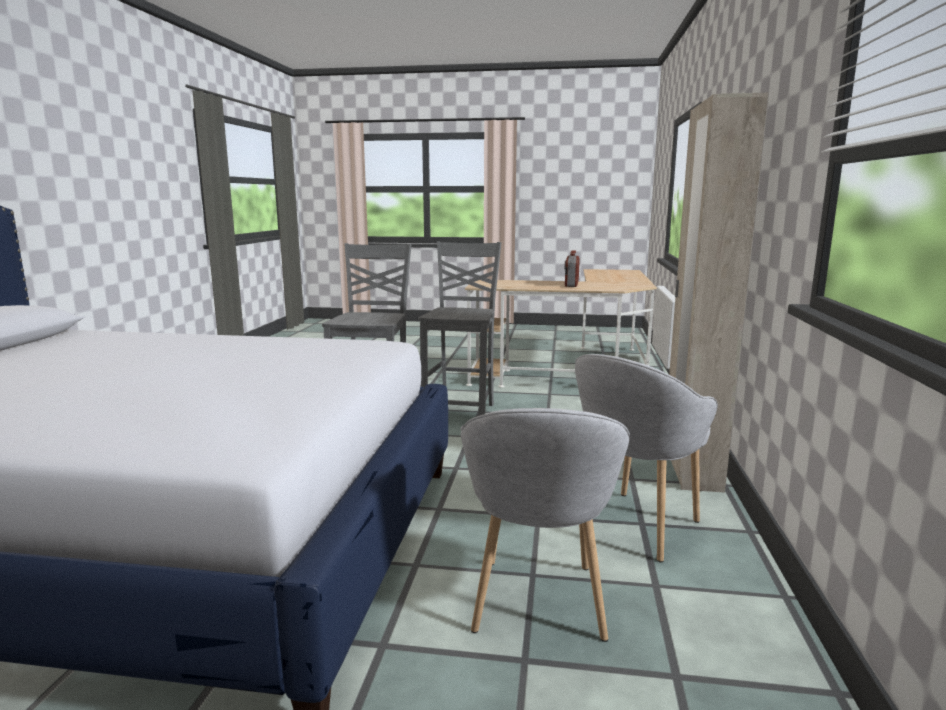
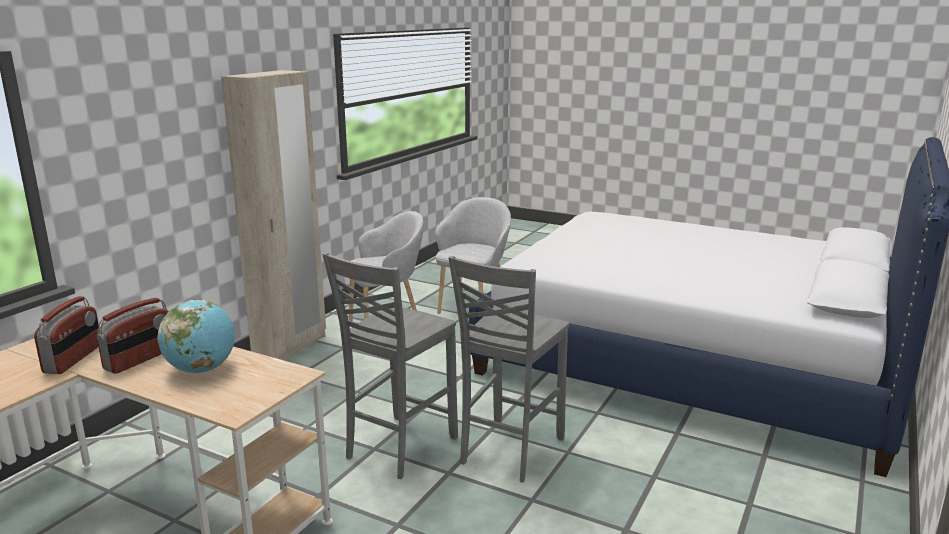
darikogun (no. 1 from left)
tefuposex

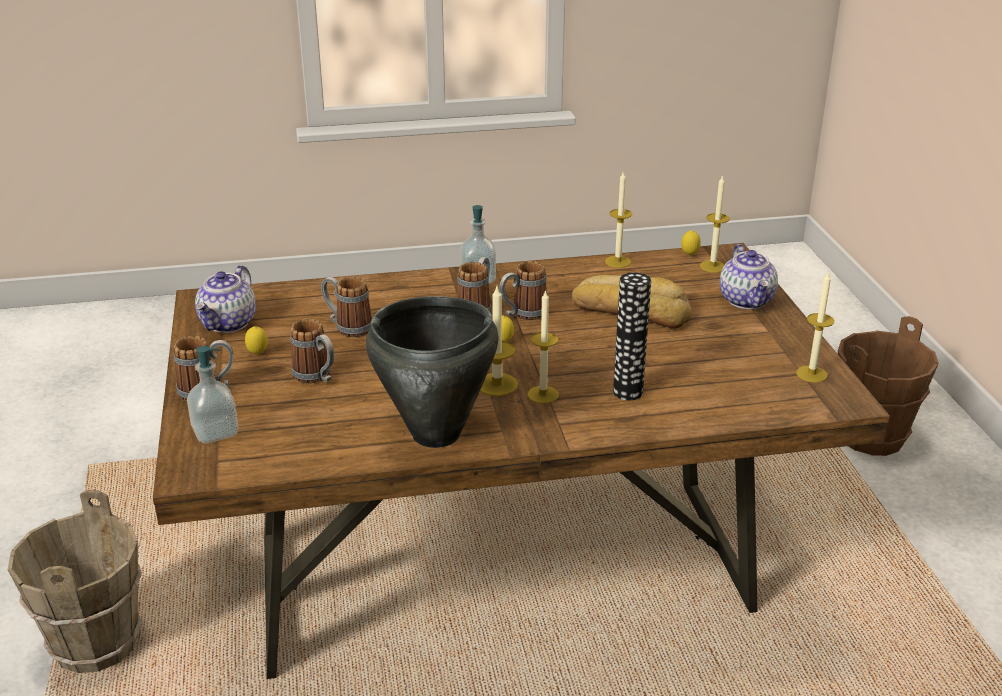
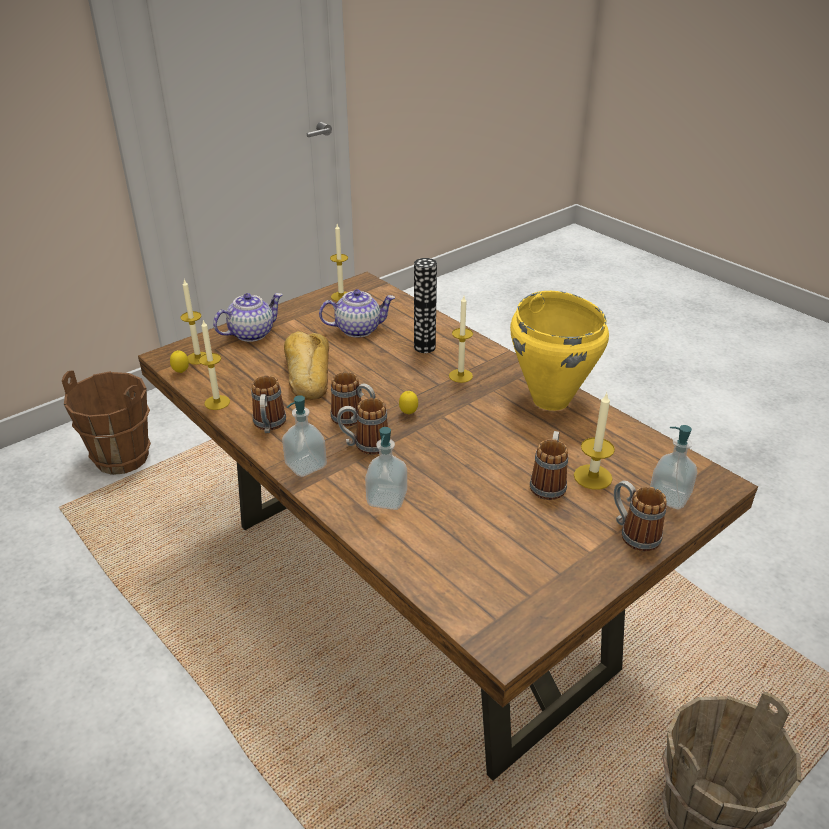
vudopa (no. 2 from left)
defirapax (no. 1 from left)
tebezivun (no. 5 from left)
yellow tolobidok
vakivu (no. 1 from left in the first image)
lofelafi (no. 2 from left)

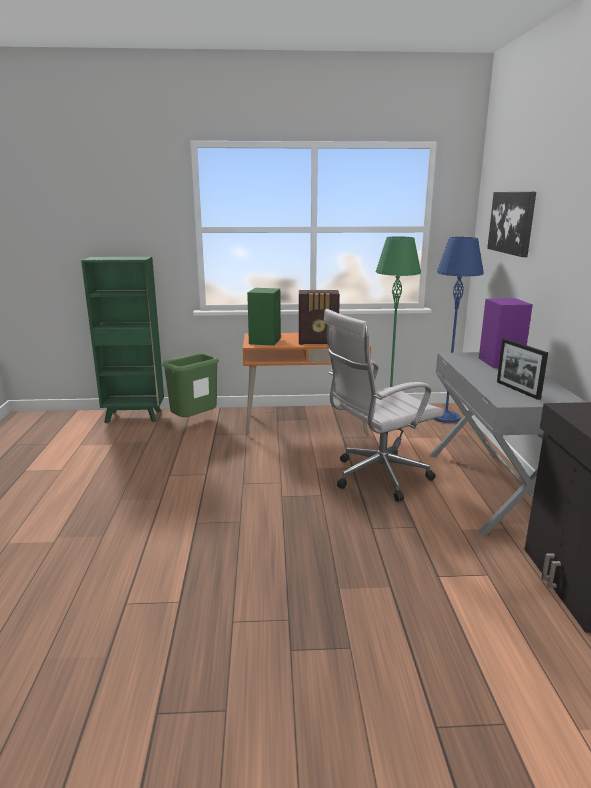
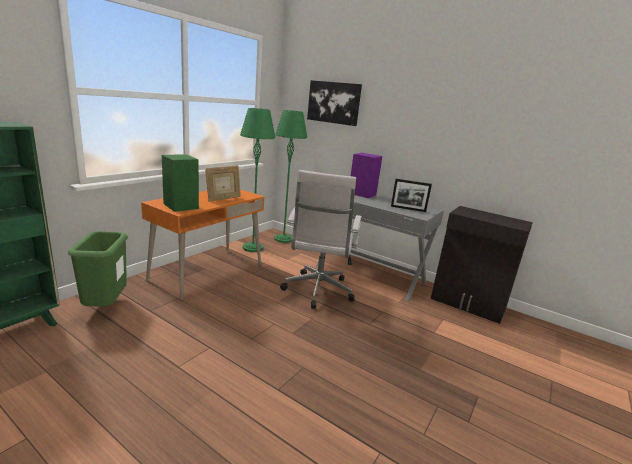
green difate (no. 2 from left)
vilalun (no. 1 from left)

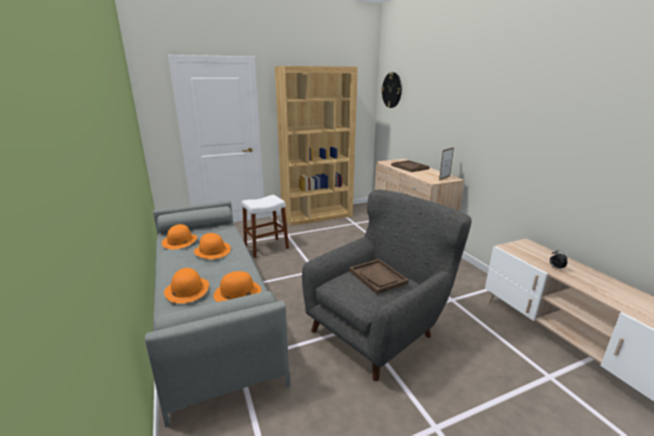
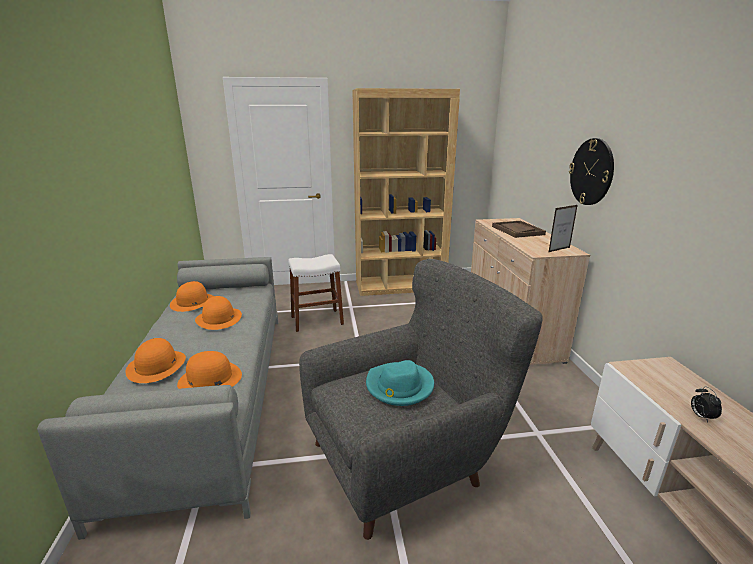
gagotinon
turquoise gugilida

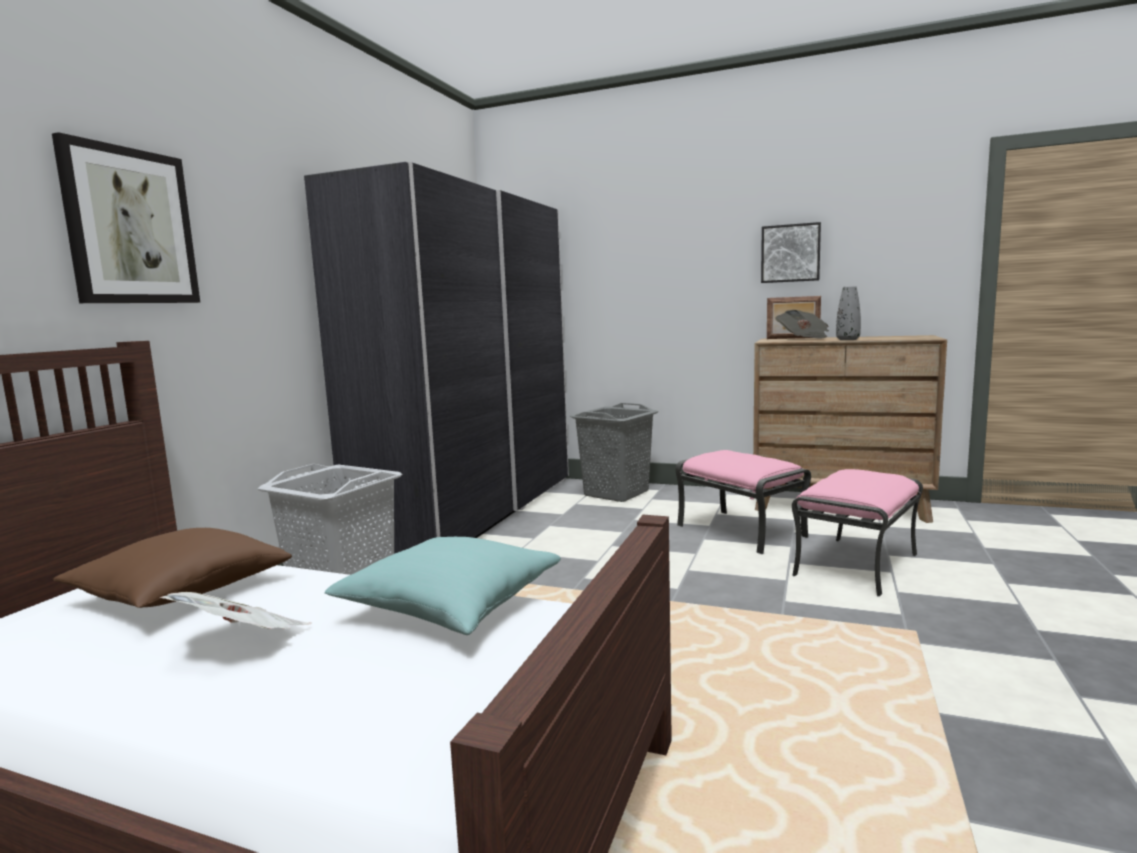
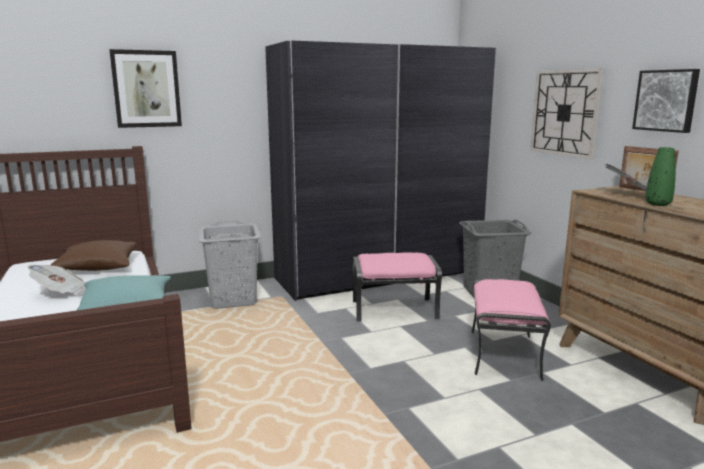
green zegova
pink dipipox (no. 1 from left)
gagotinon

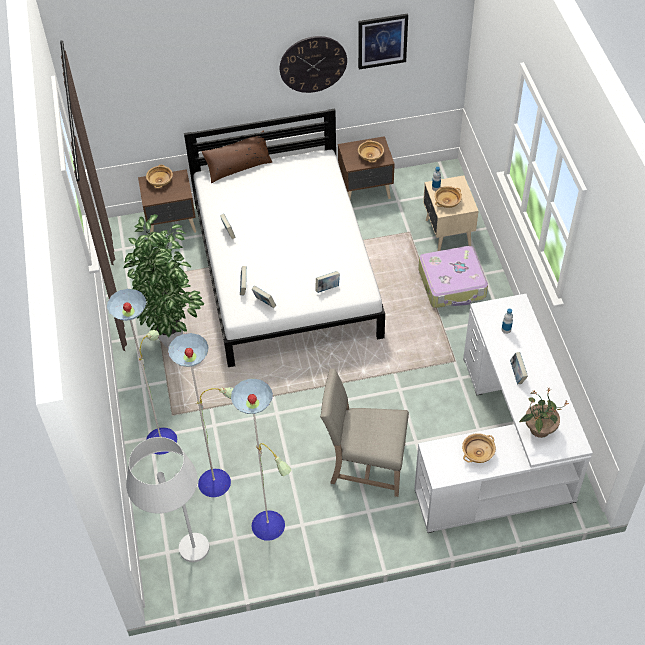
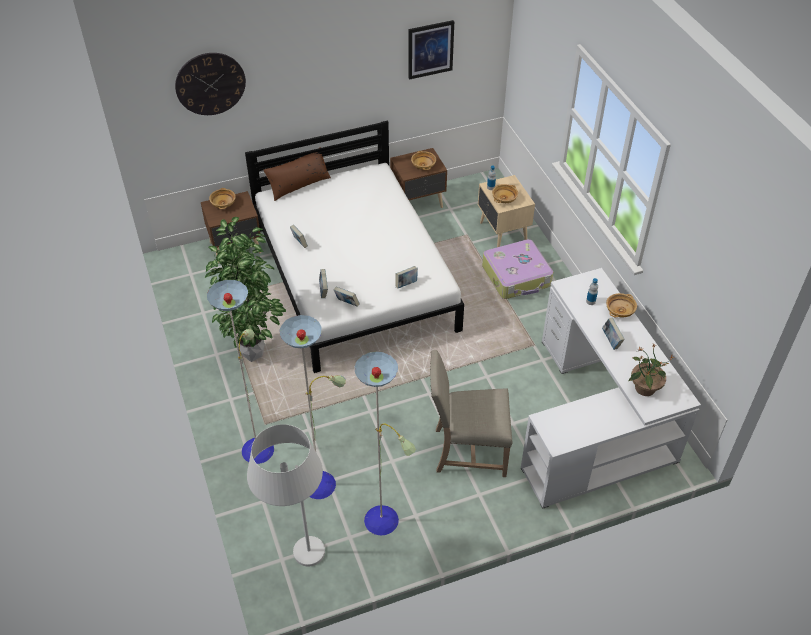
gagotinon
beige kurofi (no. 4 from left)

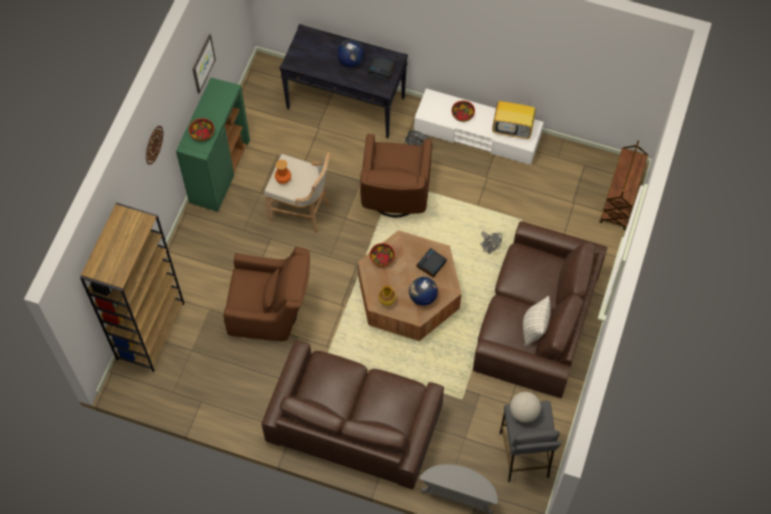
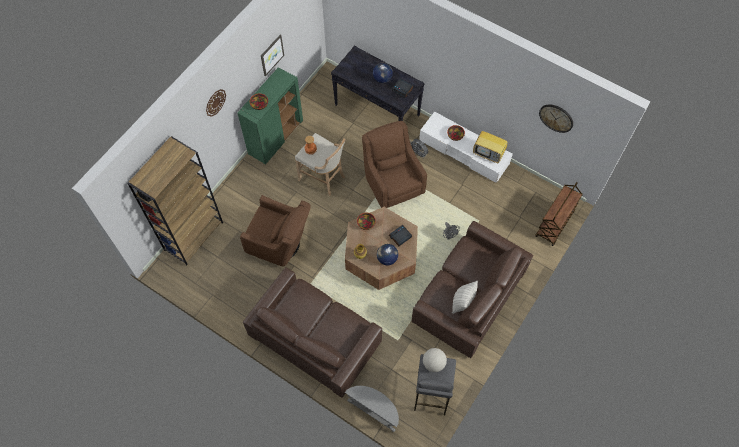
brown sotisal (no. 2 from left)
gagotinon (no. 2 from left)

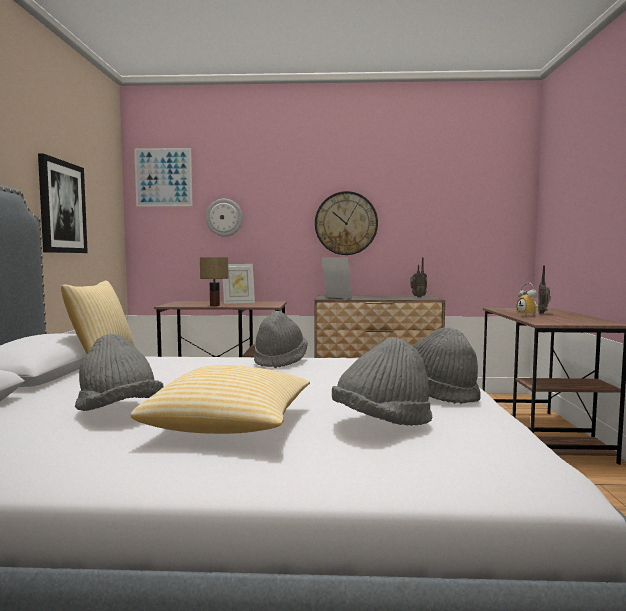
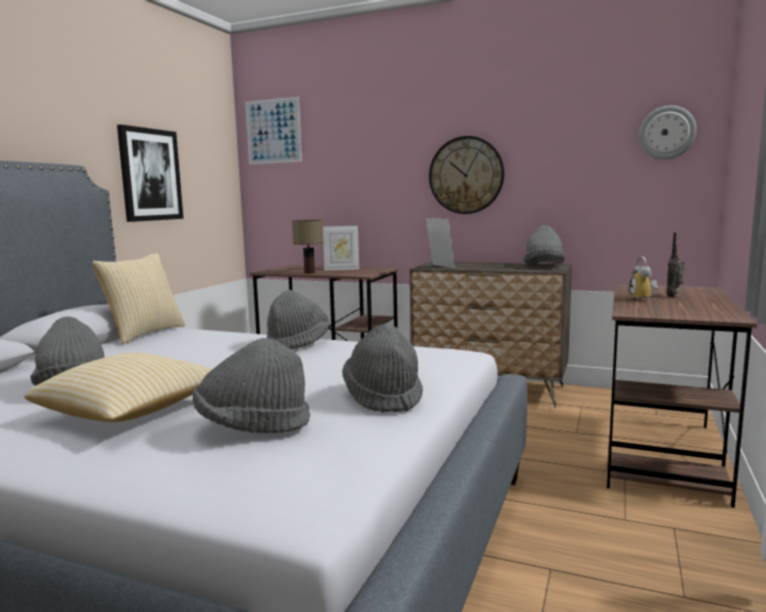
gagotinon (no. 2 from left)
grey gugilida (no. 5 from left)

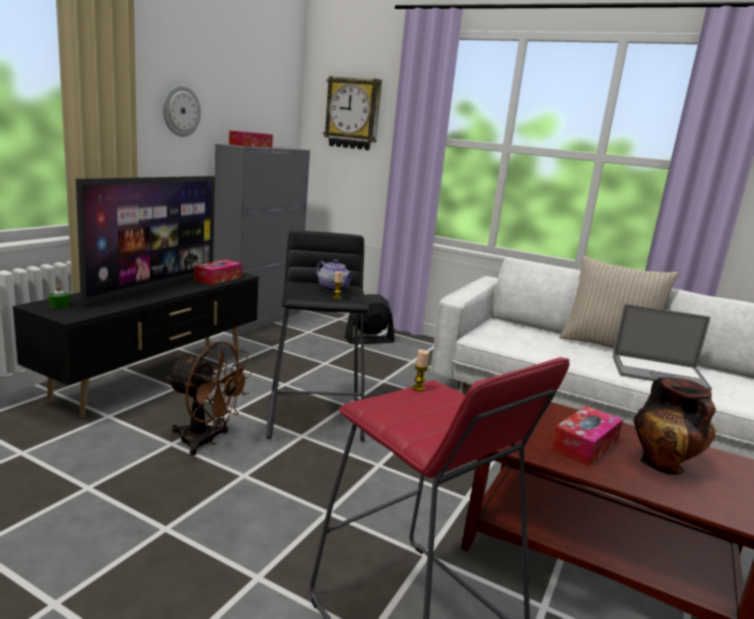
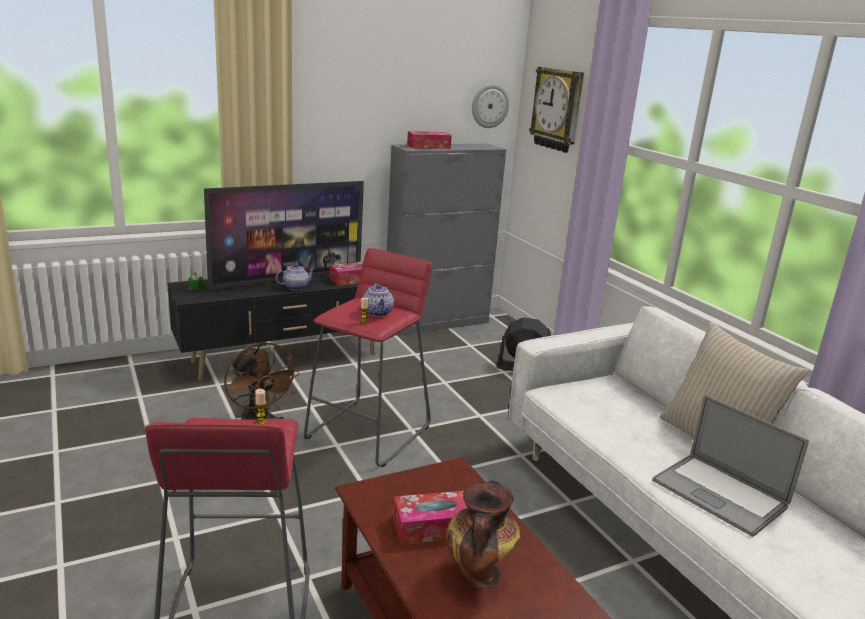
gagotinon (no. 1 from left)
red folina (no. 2 from left)
vudopa (no. 1 from left)

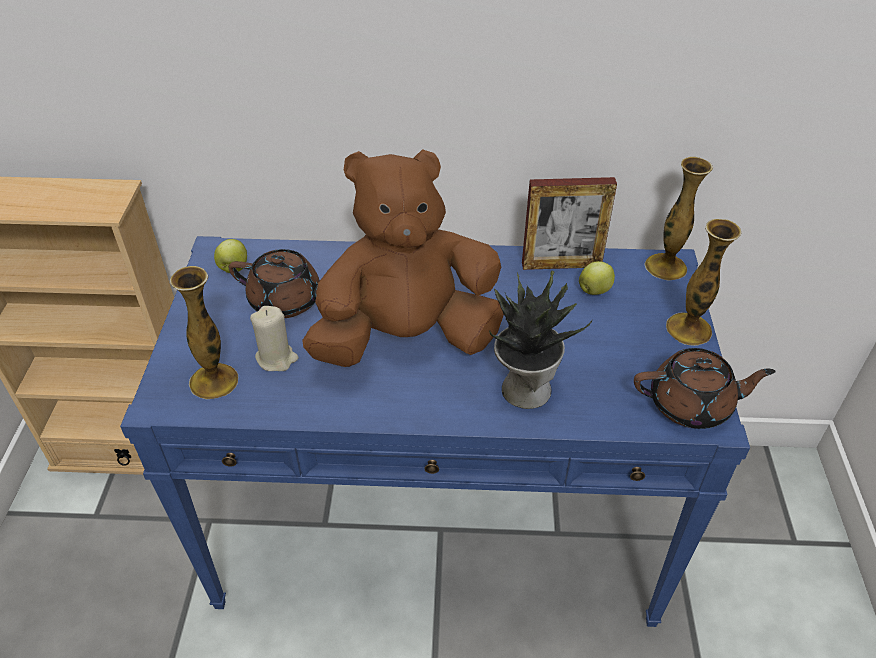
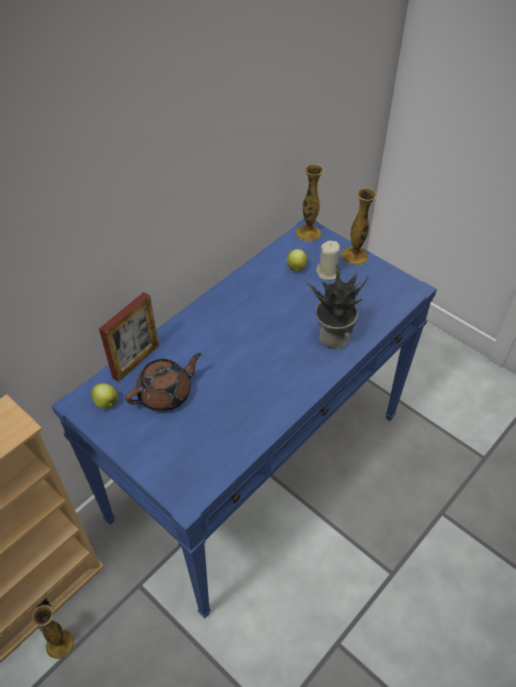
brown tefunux
vilalun
zegova (no. 1 from left)
beige tebezivun
brown vudopa (no. 2 from left in the first image)

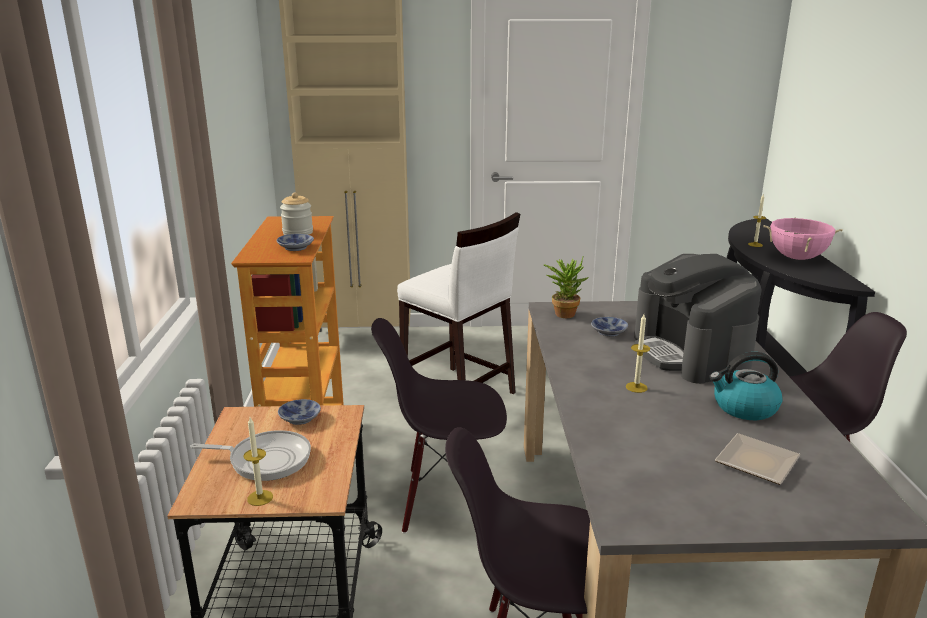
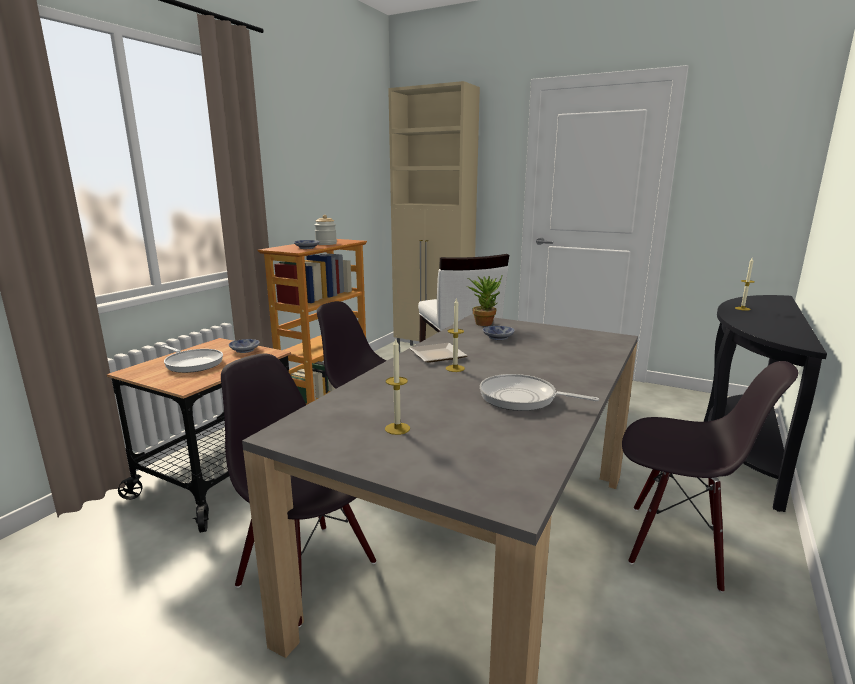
pink tolobidok
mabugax
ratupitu (no. 2 from left)
tebezivun (no. 1 from left)
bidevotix

